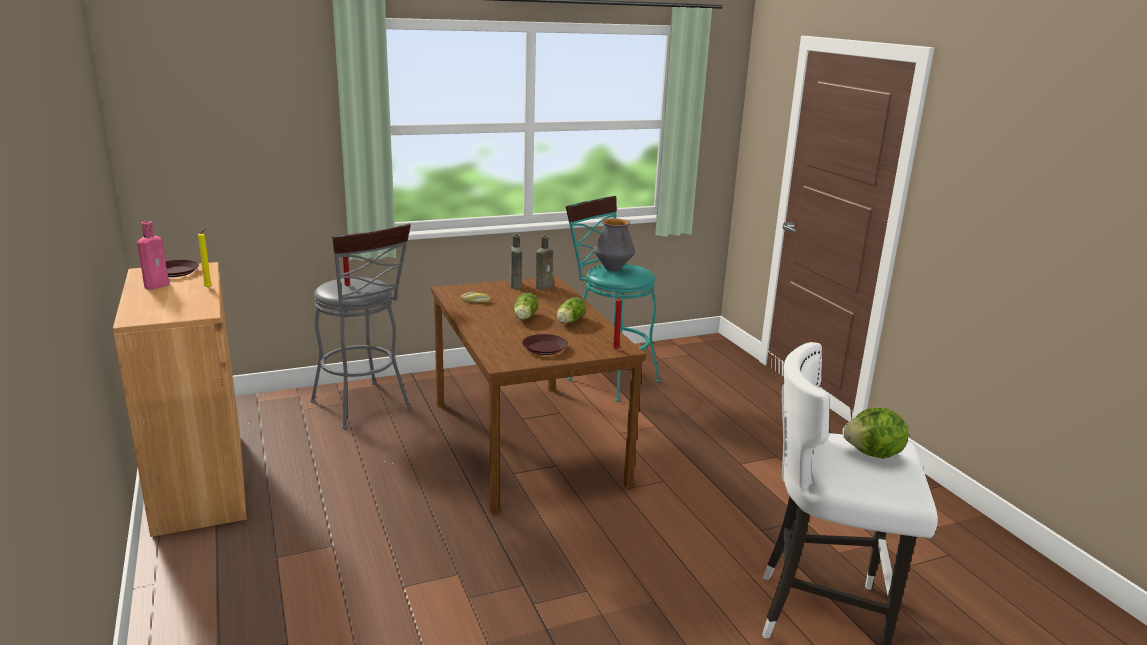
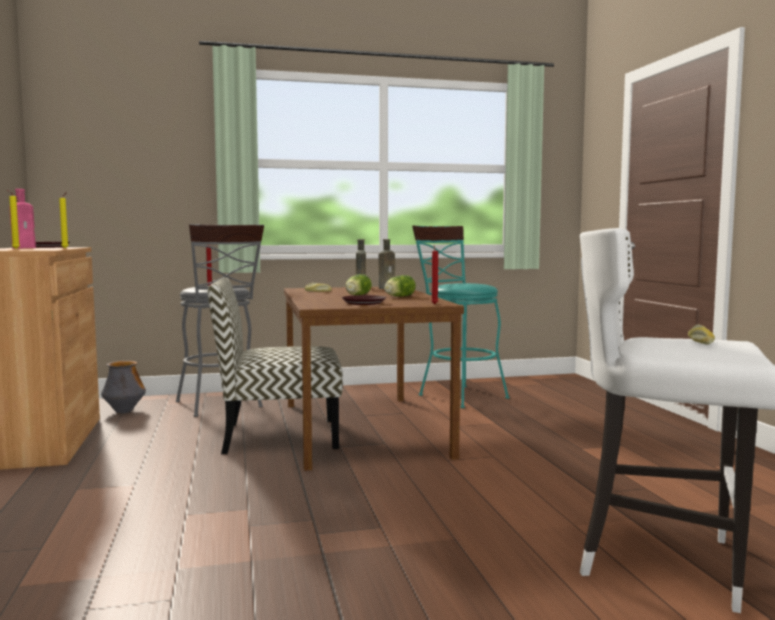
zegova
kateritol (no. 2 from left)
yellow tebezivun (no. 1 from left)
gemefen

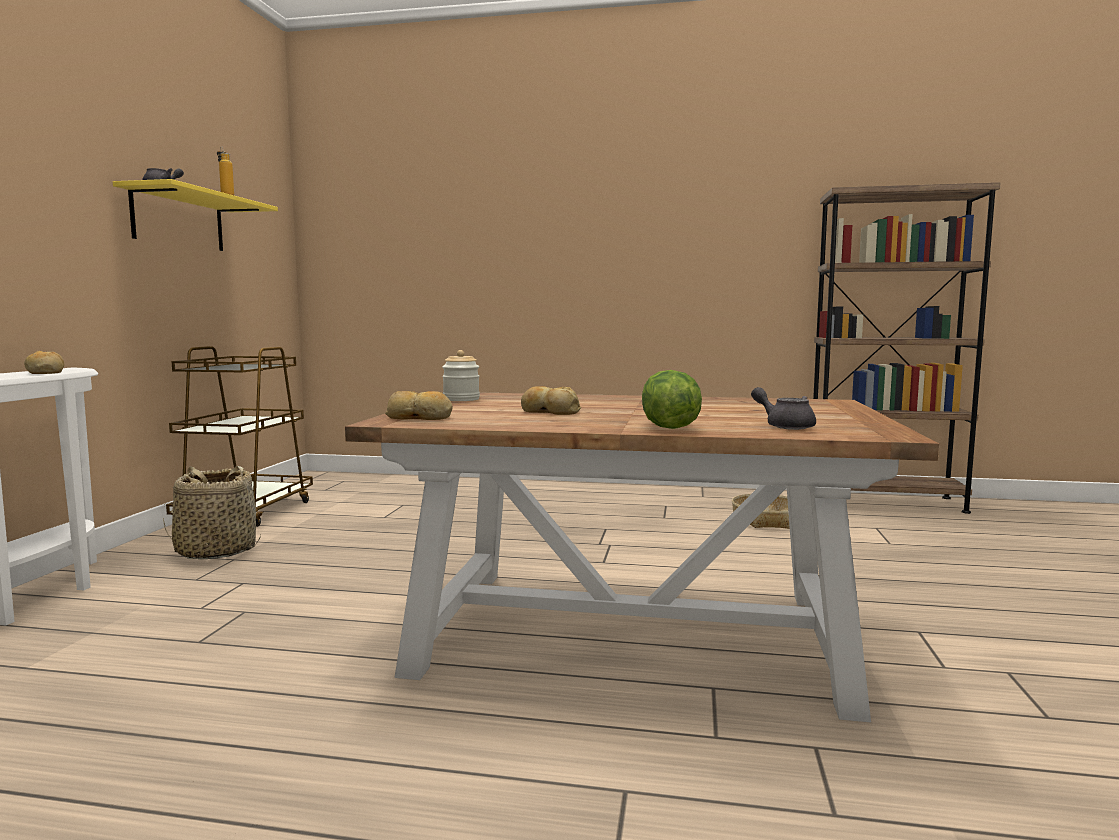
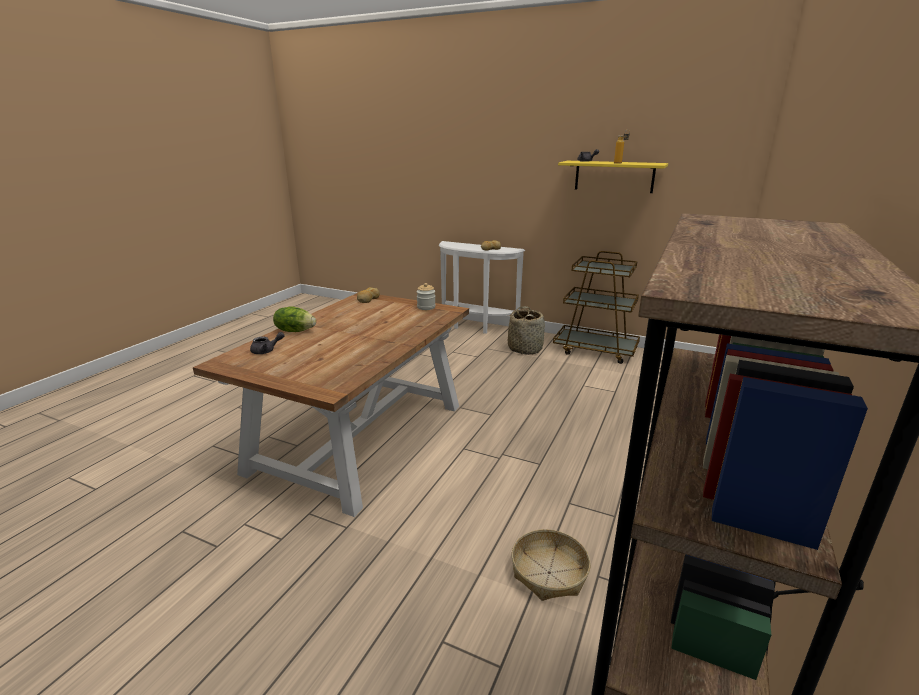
kateritol (no. 3 from left in the first image)

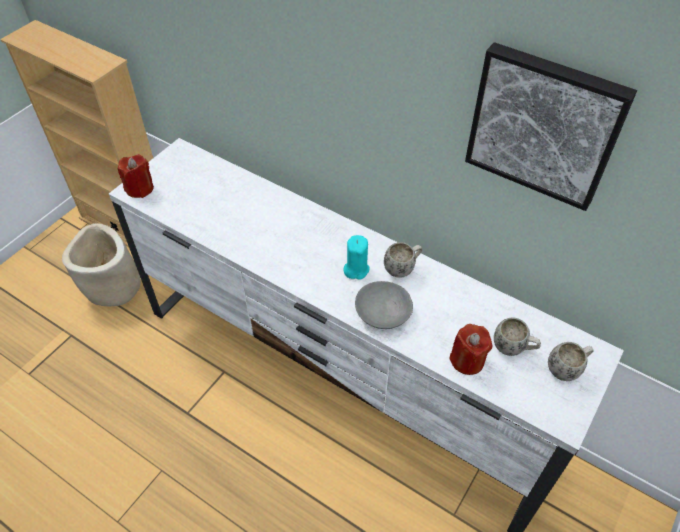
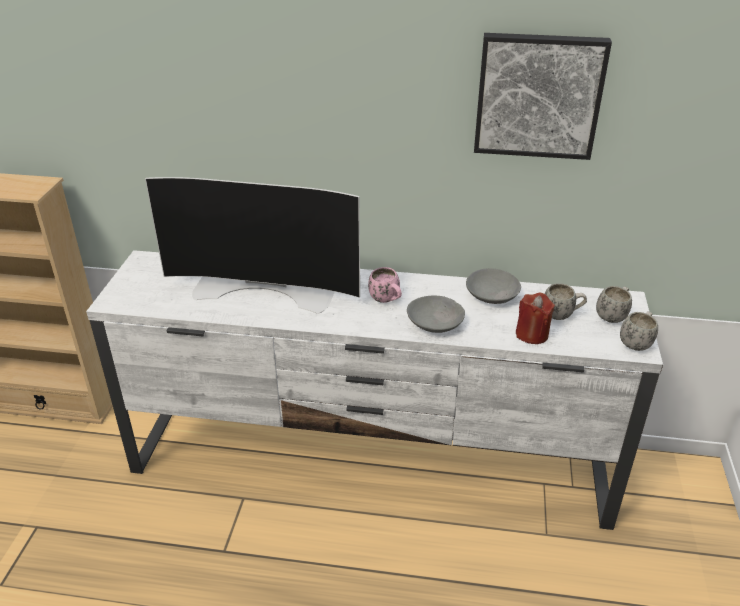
red tebezivun (no. 1 from left in the first image)
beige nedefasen
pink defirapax
white defirapax (no. 3 from left)
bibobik
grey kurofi (no. 2 from left)

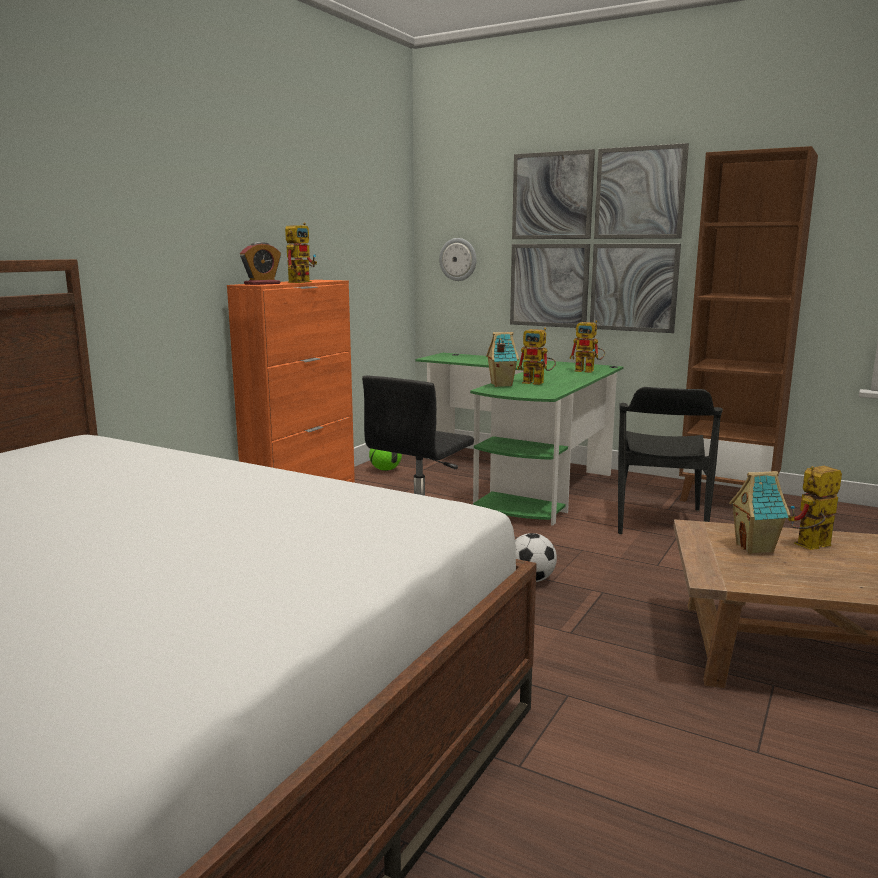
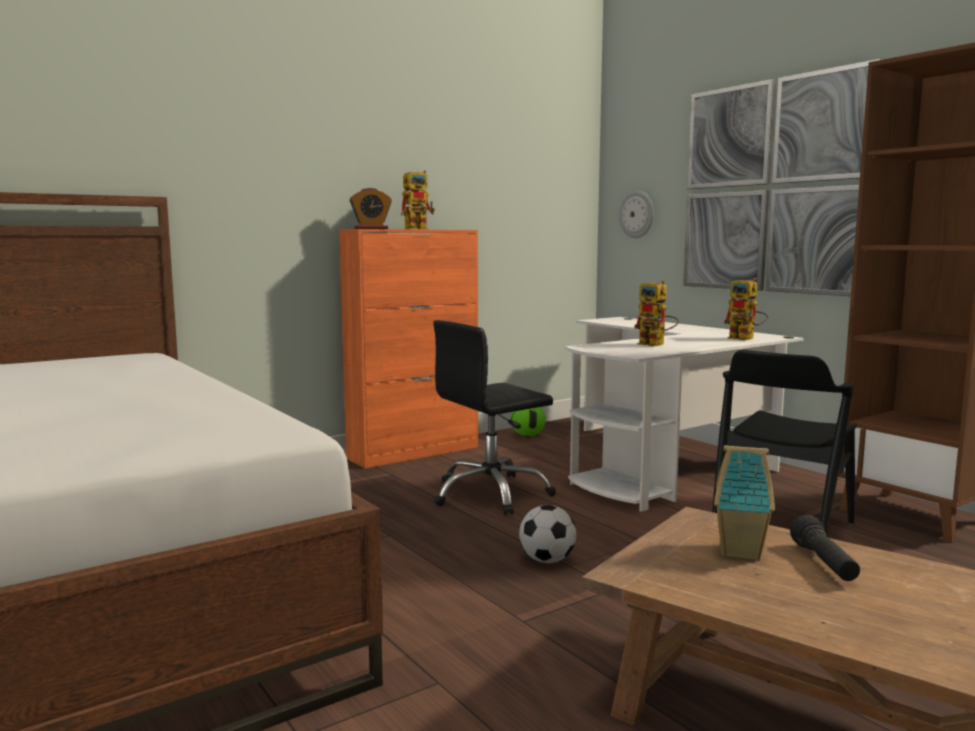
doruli (no. 1 from left in the first image)
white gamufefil
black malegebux

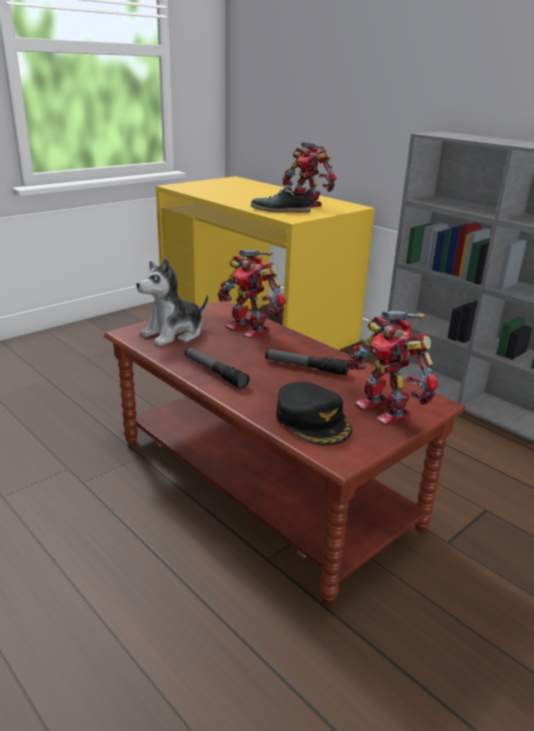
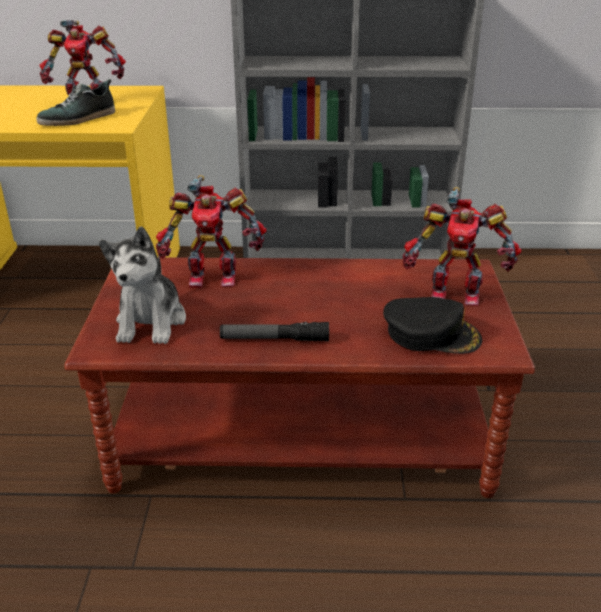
malegebux (no. 2 from left in the first image)

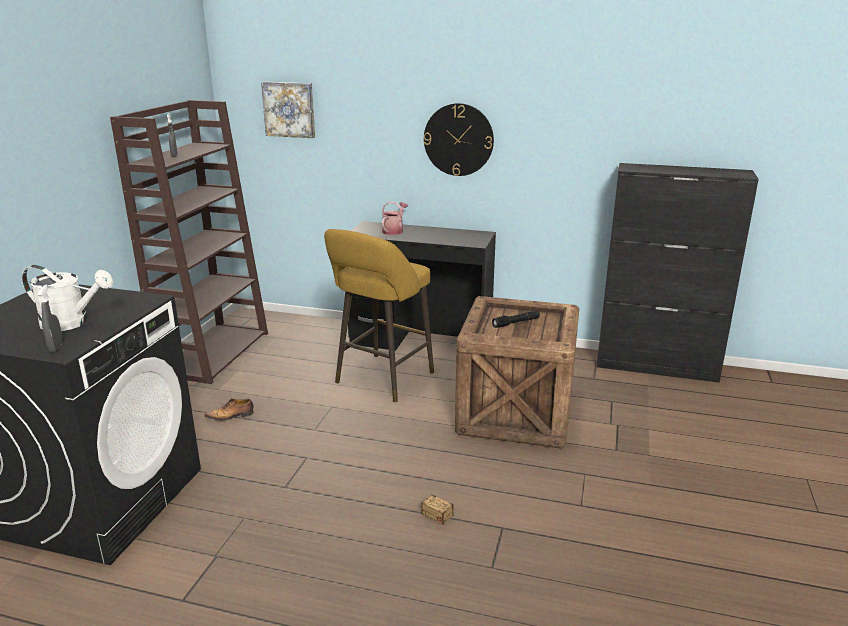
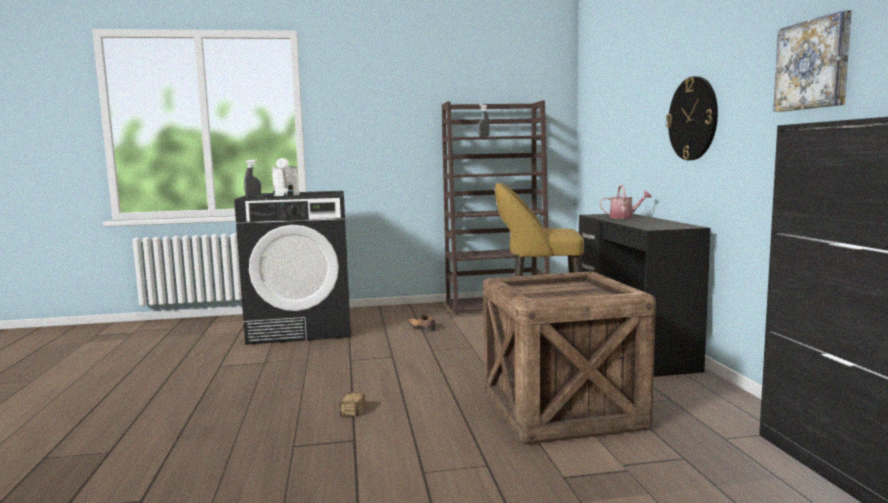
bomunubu
black malegebux

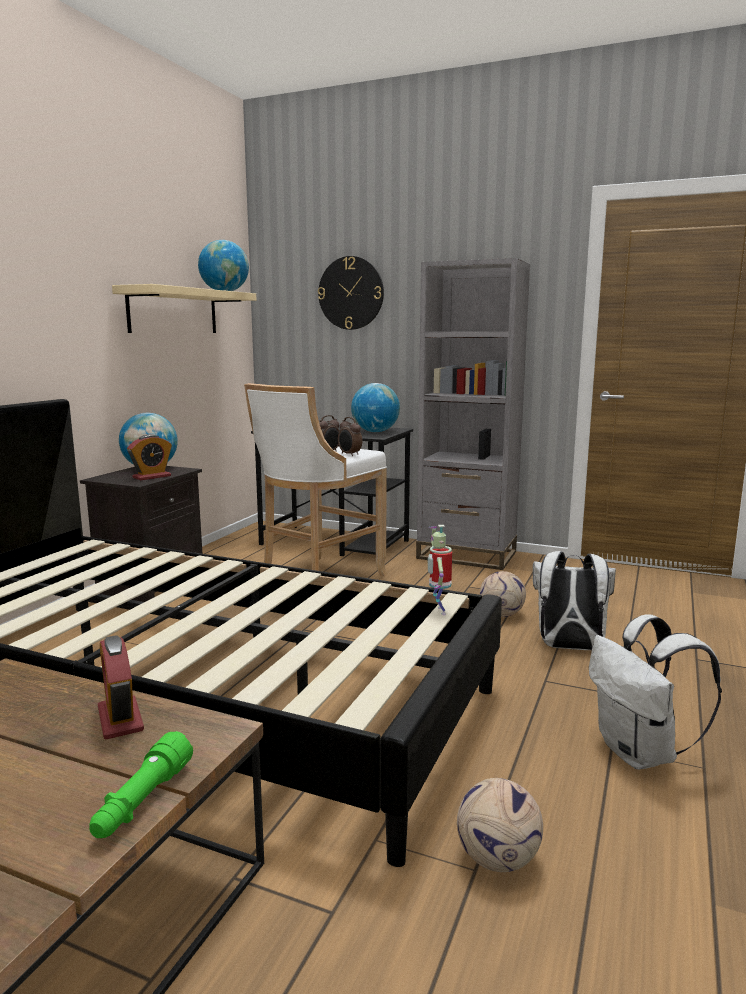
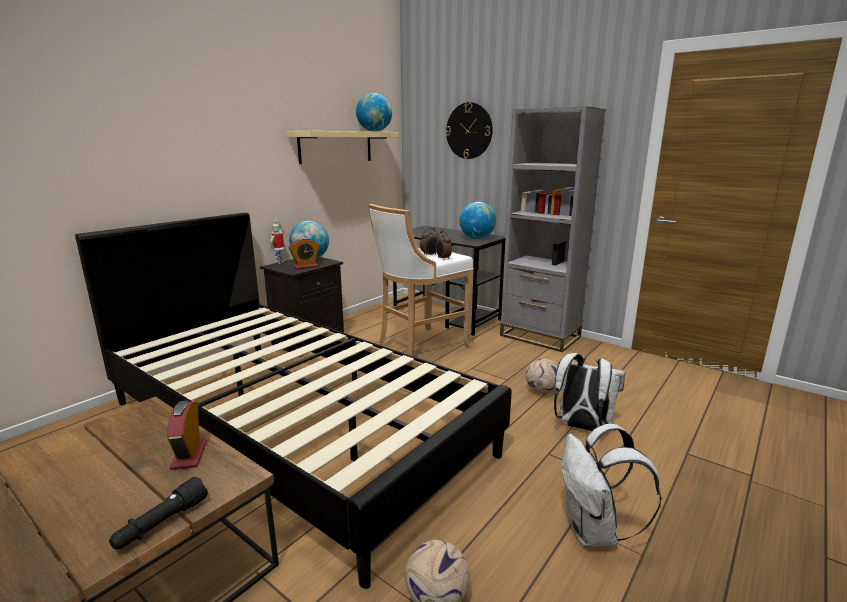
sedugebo
black malegebux

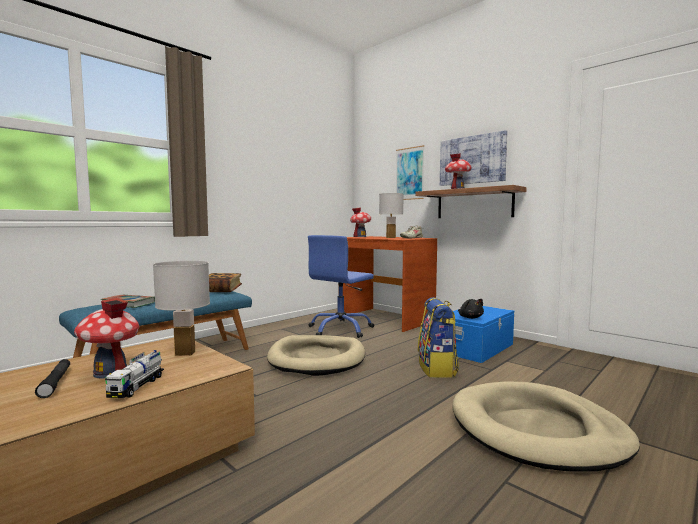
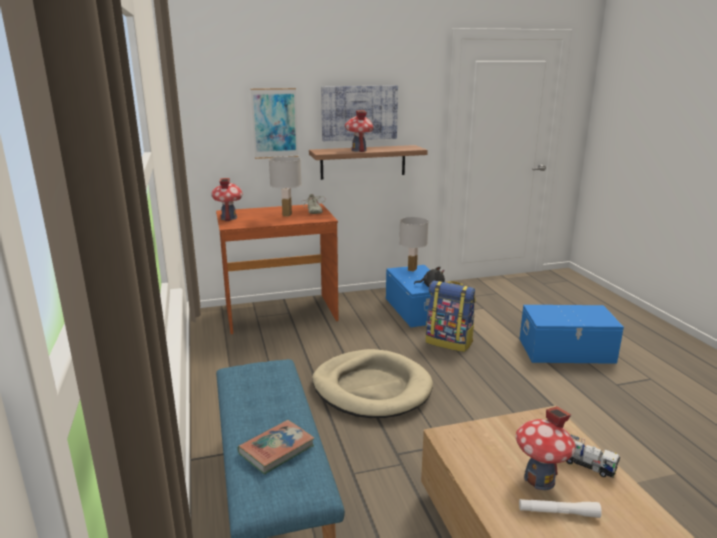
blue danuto
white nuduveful (no. 2 from left)
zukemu (no. 2 from left in the first image)
white malegebux
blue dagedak (no. 2 from left)

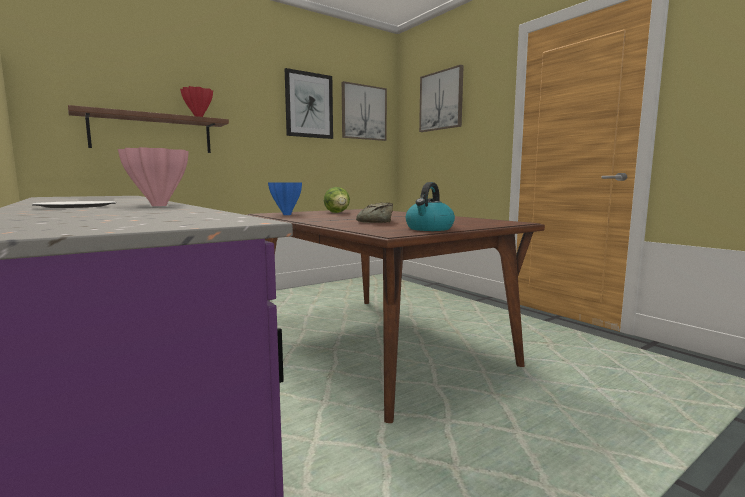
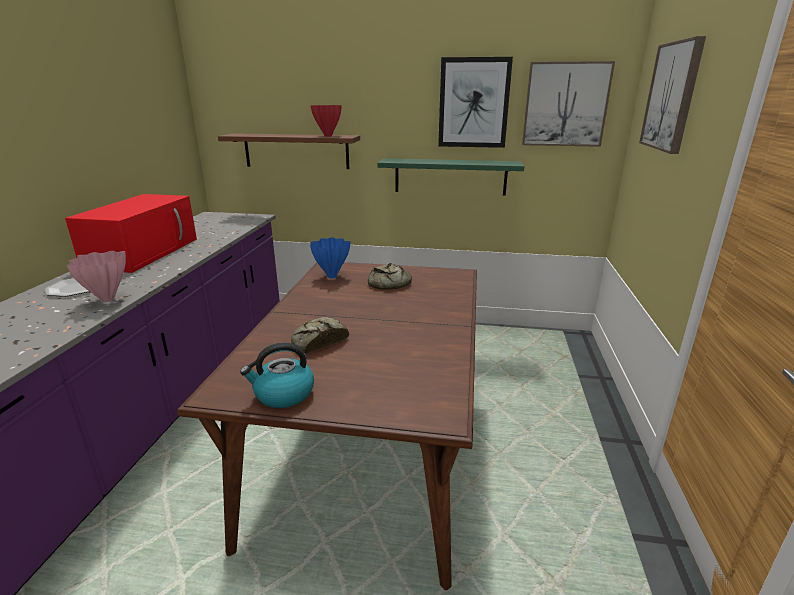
kateritol (no. 2 from left)
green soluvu
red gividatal

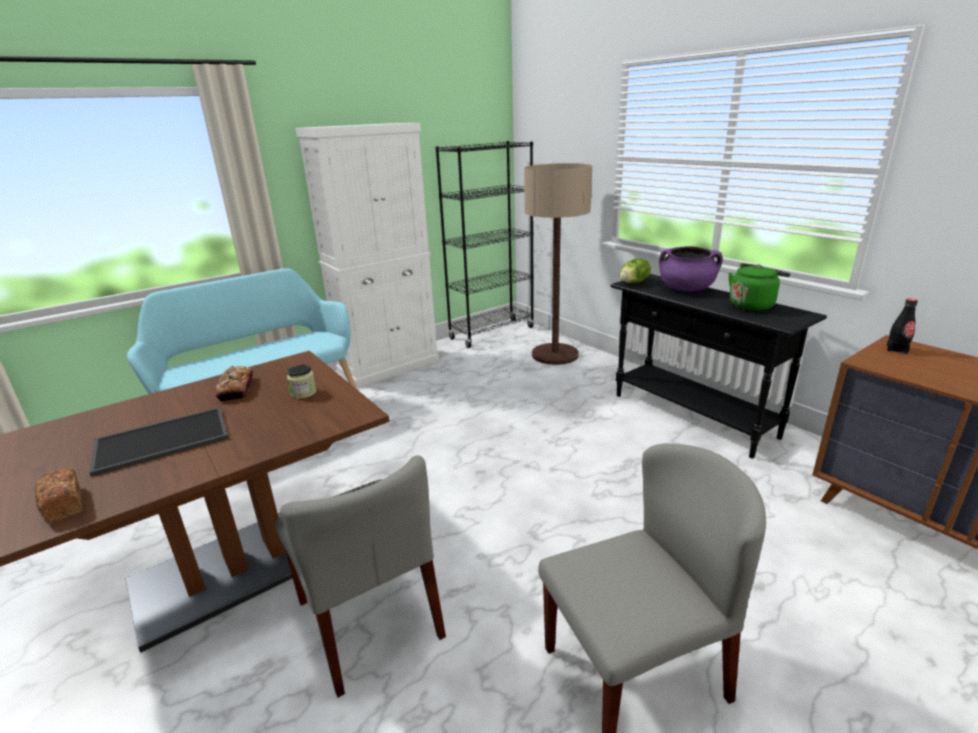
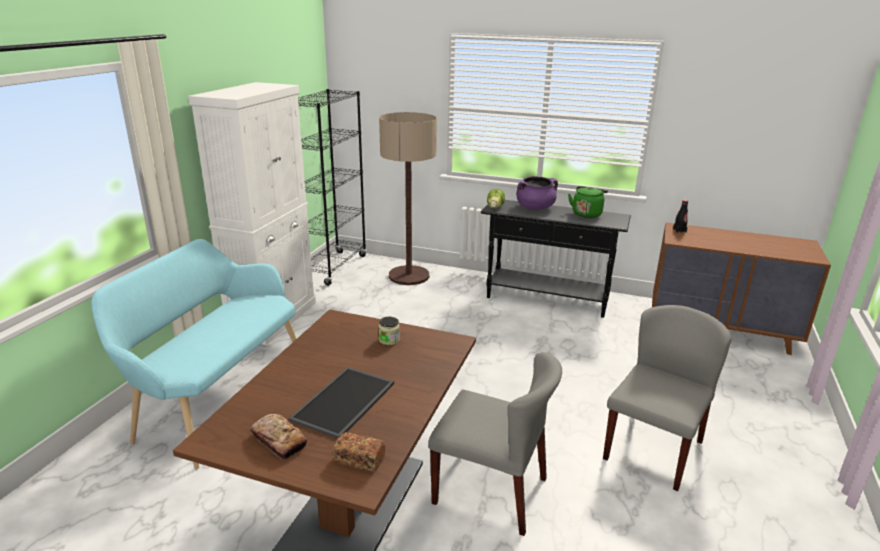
kateritol (no. 1 from left)

